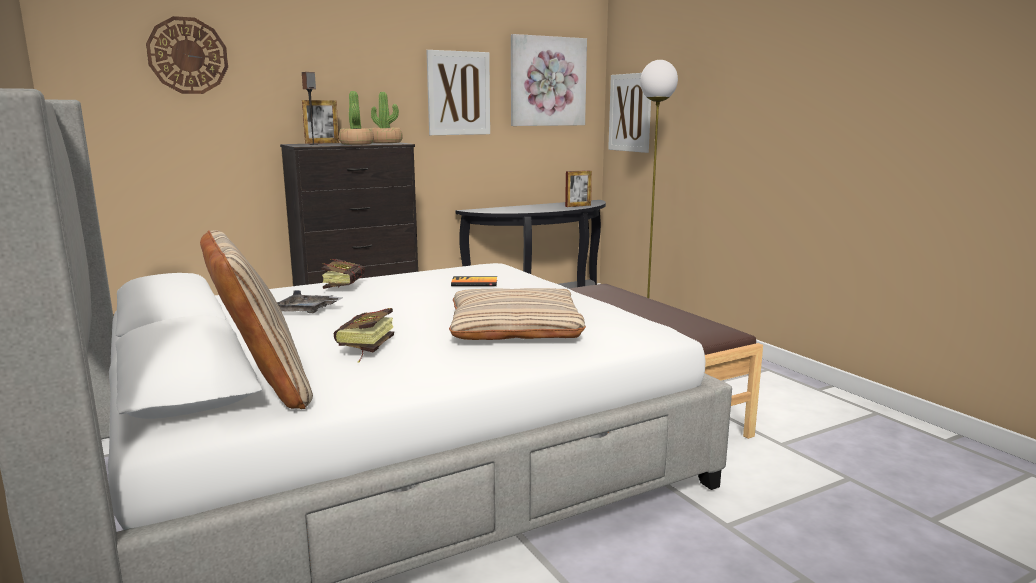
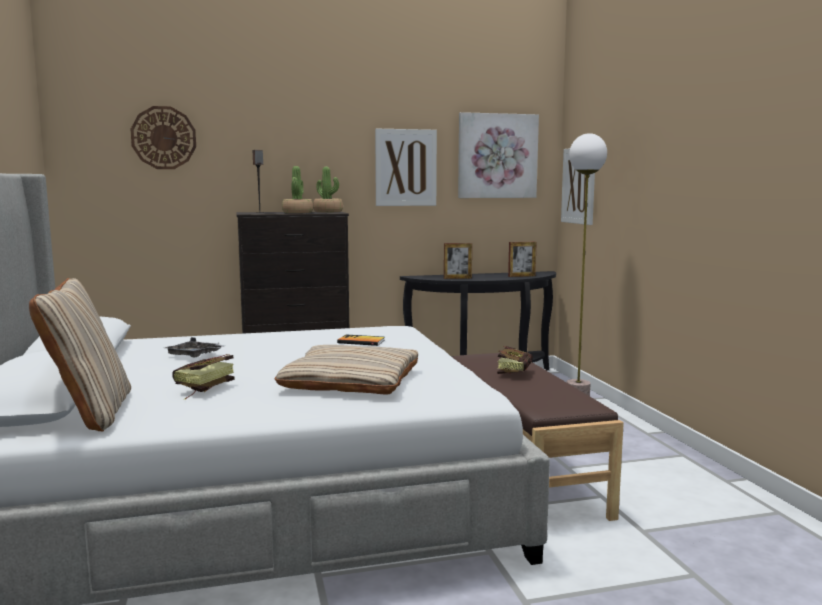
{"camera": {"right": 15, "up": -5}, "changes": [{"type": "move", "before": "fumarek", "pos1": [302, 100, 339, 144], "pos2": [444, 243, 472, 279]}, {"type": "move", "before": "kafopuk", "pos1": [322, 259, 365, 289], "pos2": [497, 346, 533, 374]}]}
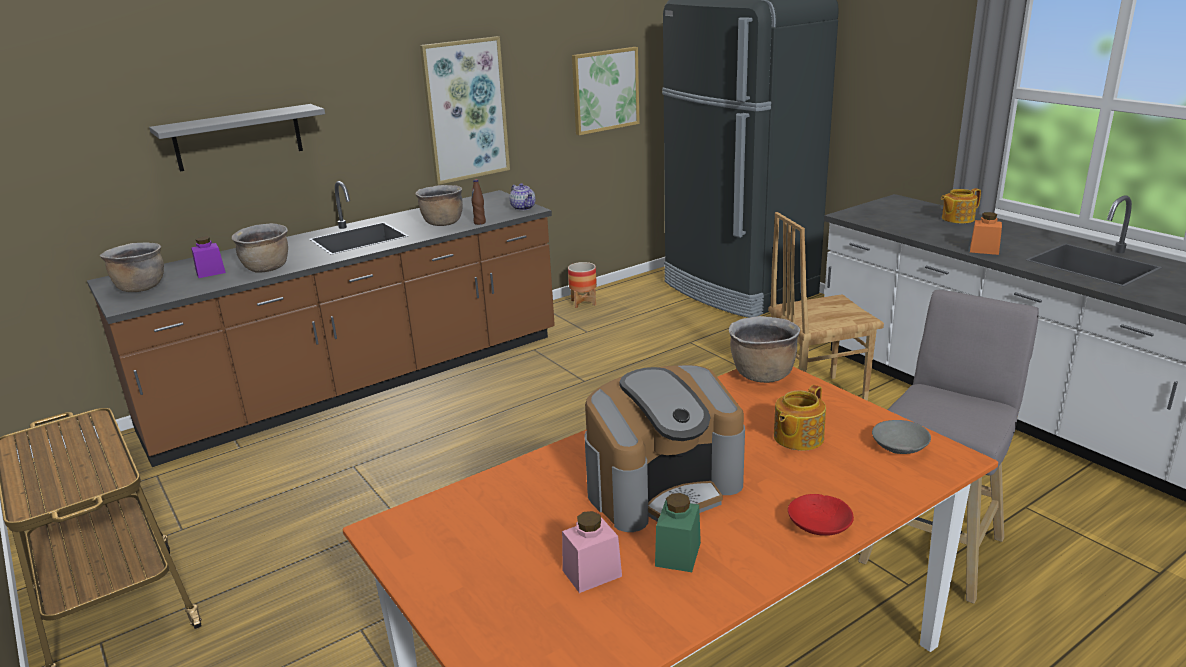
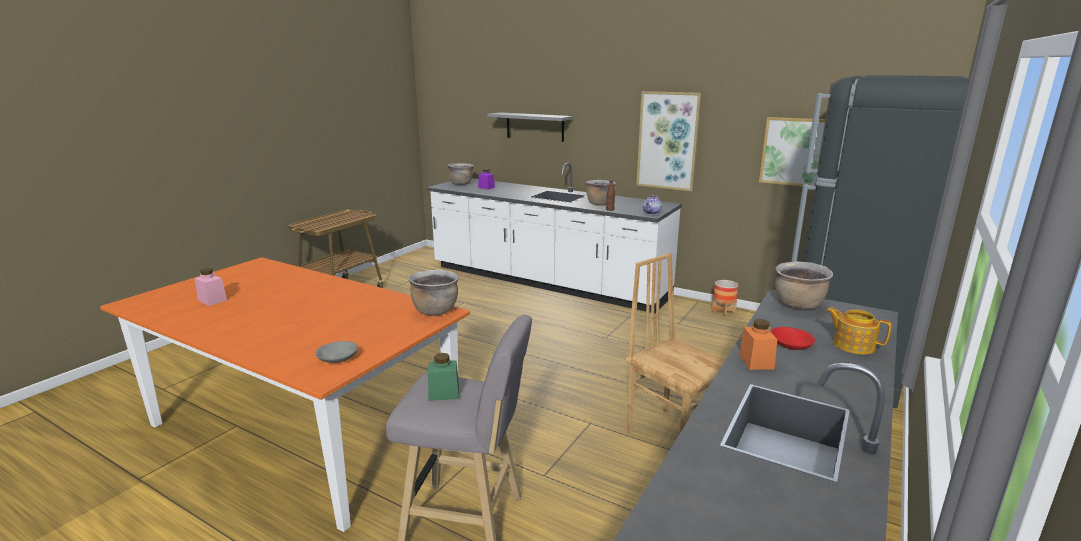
{"camera": {"right": 65, "up": -5}, "changes": [{"type": "recolor", "before": "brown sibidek", "after": "white sibidek", "pos1": [87, 181, 555, 467], "pos2": [427, 163, 682, 313]}, {"type": "move", "before": "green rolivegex", "pos1": [655, 493, 701, 572], "pos2": [428, 353, 459, 401]}, {"type": "move", "before": "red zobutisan", "pos1": [788, 494, 854, 536], "pos2": [771, 327, 816, 350]}, {"type": "move", "before": "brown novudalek", "pos1": [232, 223, 288, 273], "pos2": [775, 261, 833, 310]}, {"type": "delete", "before": "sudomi", "pos1": [584, 365, 745, 532]}, {"type": "delete", "before": "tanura", "pos1": [774, 385, 826, 451]}]}
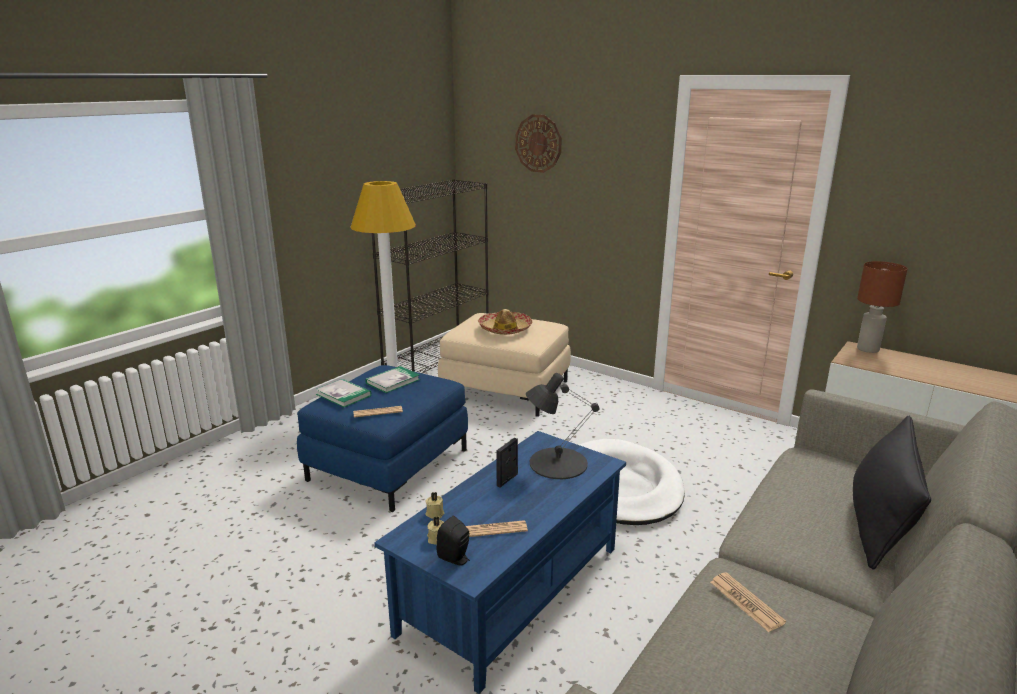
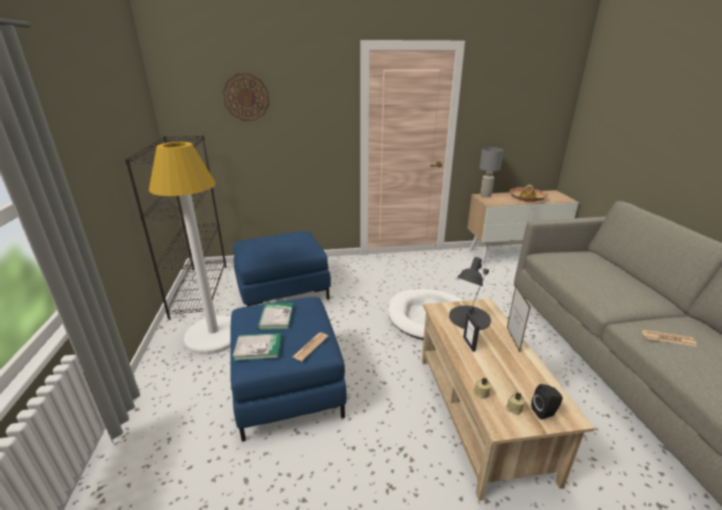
{"camera": {"right": -45, "up": 5}, "changes": [{"type": "recolor", "before": "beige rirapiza", "after": "blue rirapiza", "pos1": [438, 313, 571, 417], "pos2": [233, 231, 331, 306]}, {"type": "recolor", "before": "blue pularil", "after": "beige pularil", "pos1": [374, 431, 626, 694], "pos2": [422, 299, 595, 501]}, {"type": "recolor", "before": "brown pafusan", "after": "grey pafusan", "pos1": [857, 261, 908, 353], "pos2": [479, 147, 504, 197]}, {"type": "insert", "after": "fumarek", "pos2": [507, 285, 531, 352]}, {"type": "move", "before": "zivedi", "pos1": [478, 309, 532, 335], "pos2": [509, 185, 548, 202]}, {"type": "delete", "before": "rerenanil", "pos1": [466, 520, 528, 537]}, {"type": "delete", "before": "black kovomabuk", "pos1": [853, 416, 931, 570]}]}
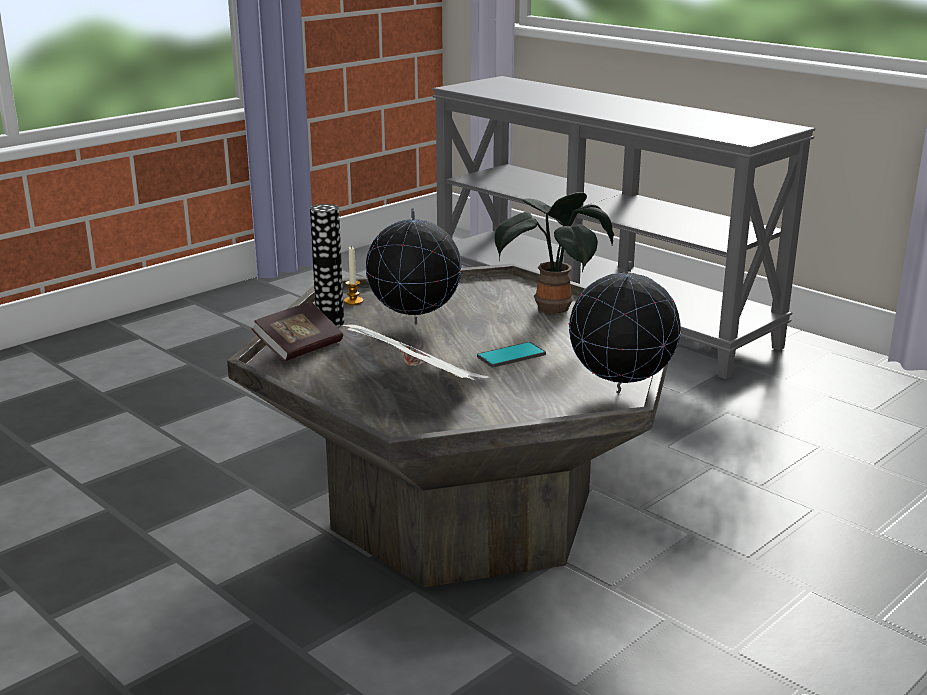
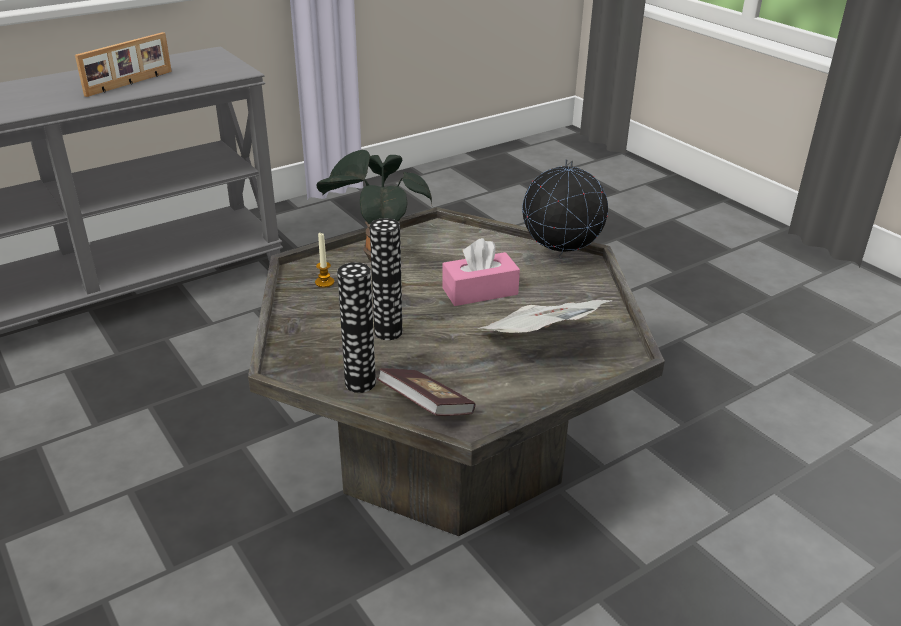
{"camera": {"right": -80, "up": 10}, "changes": [{"type": "insert", "after": "fumarek", "pos2": [75, 32, 172, 97]}, {"type": "move", "before": "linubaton", "pos1": [344, 246, 363, 305], "pos2": [315, 233, 334, 288]}, {"type": "replace", "before": "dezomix", "after": "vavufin", "pos1": [366, 208, 462, 324], "pos2": [370, 218, 403, 340]}, {"type": "replace", "before": "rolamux", "after": "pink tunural", "pos1": [477, 342, 546, 368], "pos2": [442, 238, 520, 306]}]}
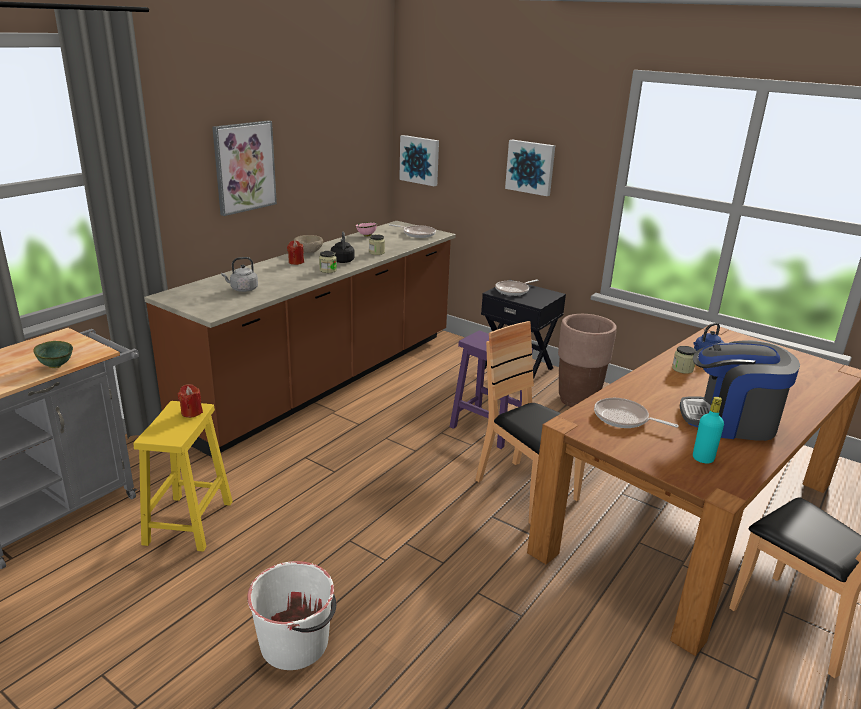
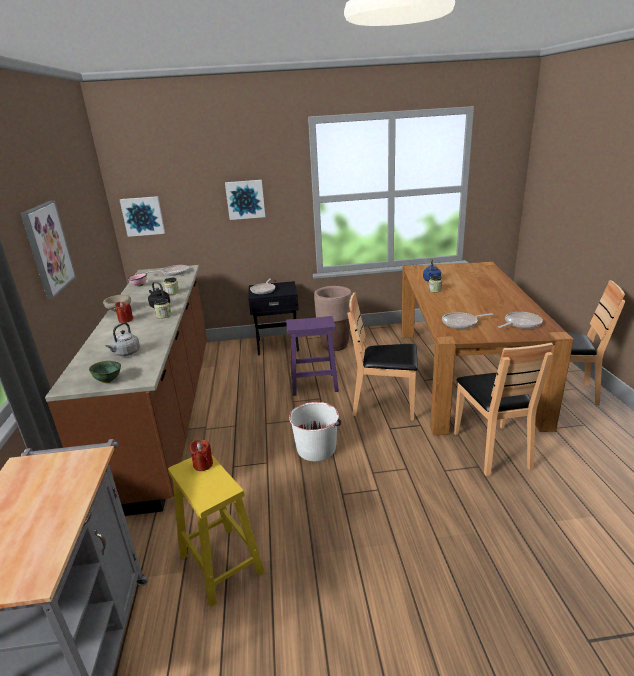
{"camera": {"right": -40, "up": 0}, "changes": [{"type": "move", "before": "green zobutisan", "pos1": [33, 341, 73, 368], "pos2": [89, 361, 121, 383]}, {"type": "move", "before": "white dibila", "pos1": [247, 561, 336, 670], "pos2": [289, 402, 341, 461]}, {"type": "insert", "after": "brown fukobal", "pos2": [454, 343, 553, 476]}, {"type": "replace", "before": "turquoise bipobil", "after": "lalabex", "pos1": [693, 397, 724, 463], "pos2": [498, 312, 543, 329]}, {"type": "delete", "before": "sudomi", "pos1": [680, 340, 800, 441]}]}
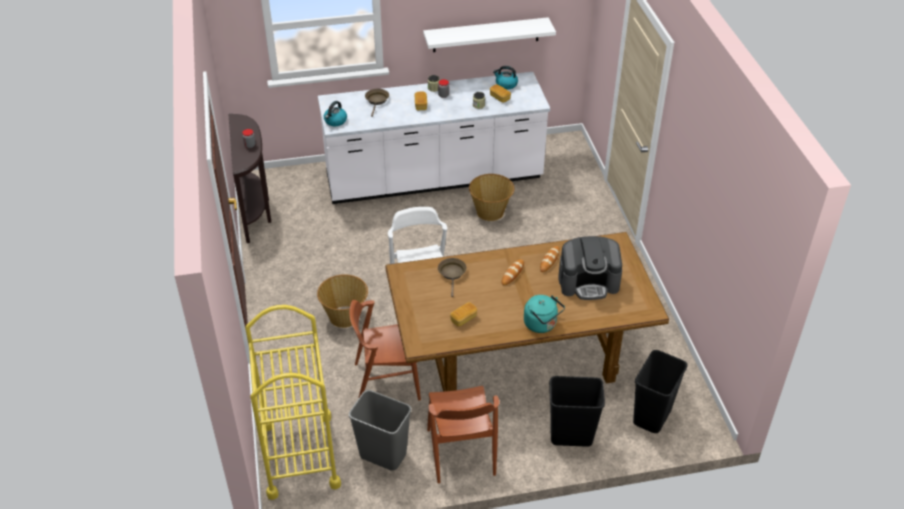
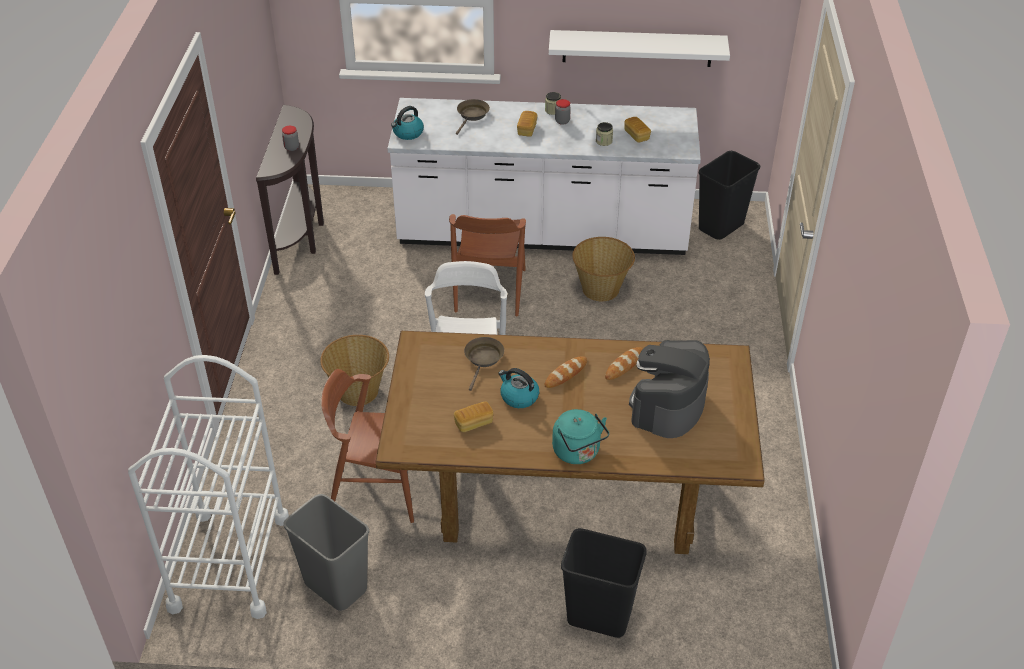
{"camera": {"right": 15, "up": 0}, "changes": [{"type": "recolor", "before": "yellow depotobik", "after": "white depotobik", "pos1": [245, 305, 341, 500], "pos2": [128, 355, 289, 619]}, {"type": "move", "before": "brown fukobal", "pos1": [427, 386, 499, 484], "pos2": [449, 214, 526, 317]}, {"type": "move", "before": "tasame", "pos1": [493, 66, 518, 90], "pos2": [498, 368, 539, 408]}, {"type": "rotate", "before": "sudomi", "pos1": [558, 236, 622, 300], "pos2": [629, 340, 710, 438], "turn": 105}, {"type": "move", "before": "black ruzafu", "pos1": [633, 350, 687, 433], "pos2": [699, 151, 760, 240]}]}
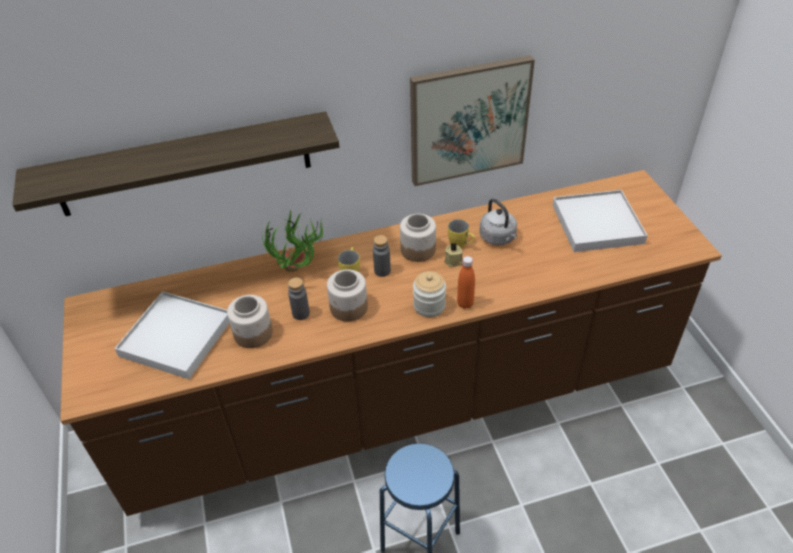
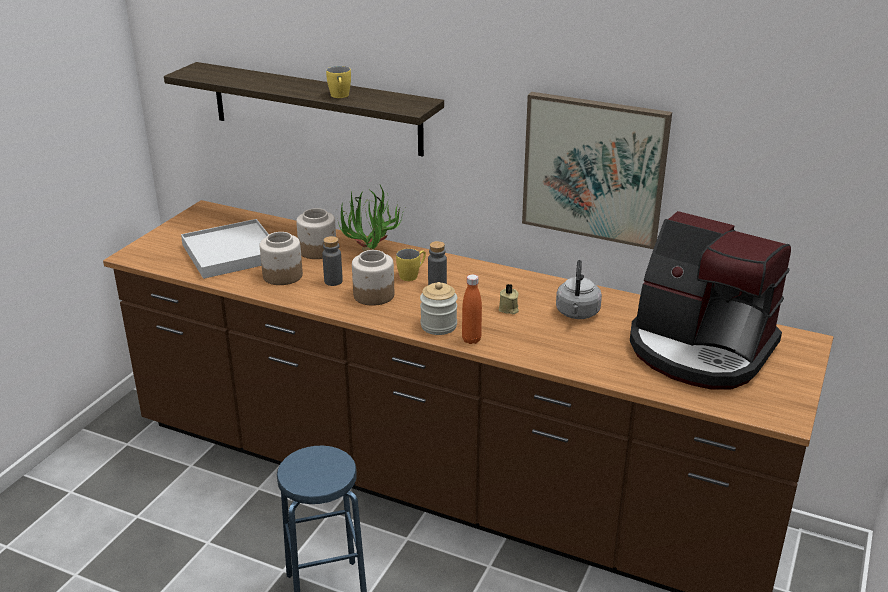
{"camera": {"right": 40, "up": -15}, "changes": [{"type": "move", "before": "rolivegex", "pos1": [400, 214, 436, 262], "pos2": [296, 208, 336, 259]}, {"type": "move", "before": "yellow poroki", "pos1": [448, 219, 475, 248], "pos2": [326, 66, 351, 98]}, {"type": "replace", "before": "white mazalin", "after": "sudomi", "pos1": [553, 190, 648, 252], "pos2": [630, 211, 791, 390]}]}
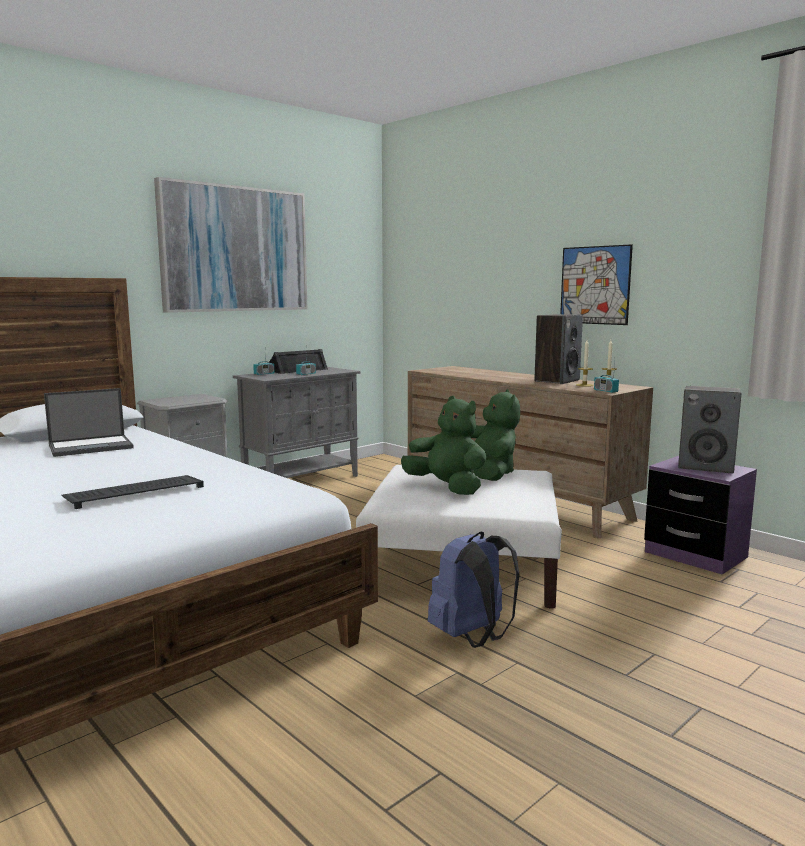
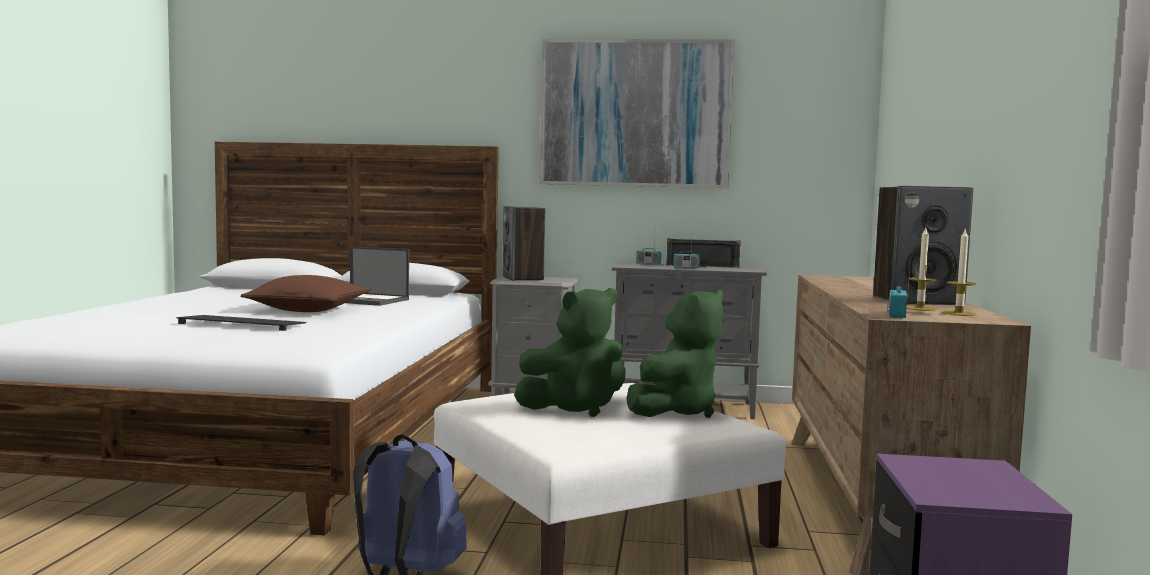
{"camera": {"right": 50, "up": -5}, "changes": [{"type": "insert", "after": "brown kovomabuk", "pos2": [240, 275, 371, 312]}, {"type": "move", "before": "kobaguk", "pos1": [678, 386, 741, 473], "pos2": [503, 206, 545, 281]}, {"type": "rotate", "before": "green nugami", "pos1": [401, 396, 486, 495], "pos2": [514, 288, 625, 417], "turn": 60}, {"type": "delete", "before": "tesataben", "pos1": [560, 244, 633, 325]}]}
